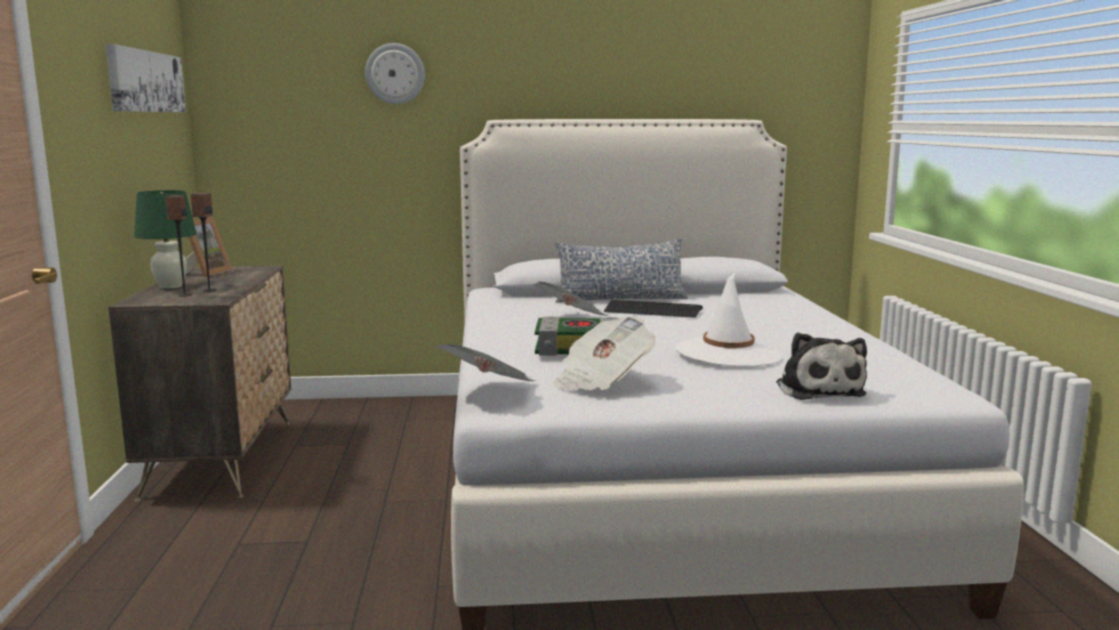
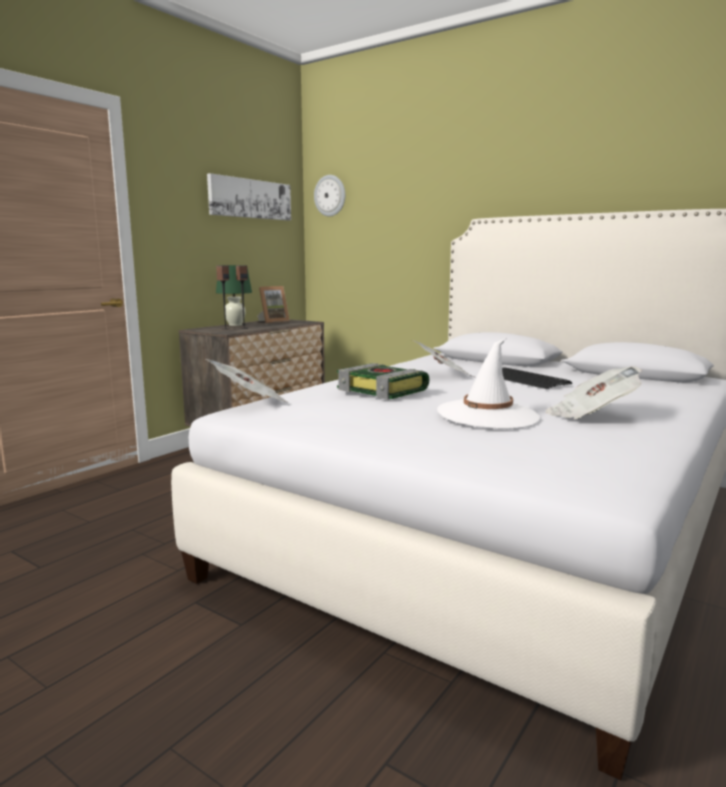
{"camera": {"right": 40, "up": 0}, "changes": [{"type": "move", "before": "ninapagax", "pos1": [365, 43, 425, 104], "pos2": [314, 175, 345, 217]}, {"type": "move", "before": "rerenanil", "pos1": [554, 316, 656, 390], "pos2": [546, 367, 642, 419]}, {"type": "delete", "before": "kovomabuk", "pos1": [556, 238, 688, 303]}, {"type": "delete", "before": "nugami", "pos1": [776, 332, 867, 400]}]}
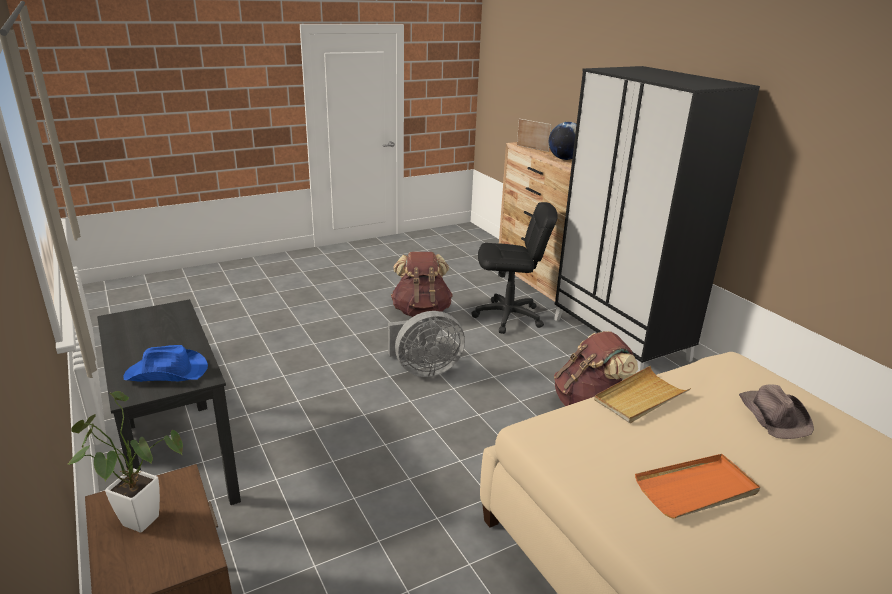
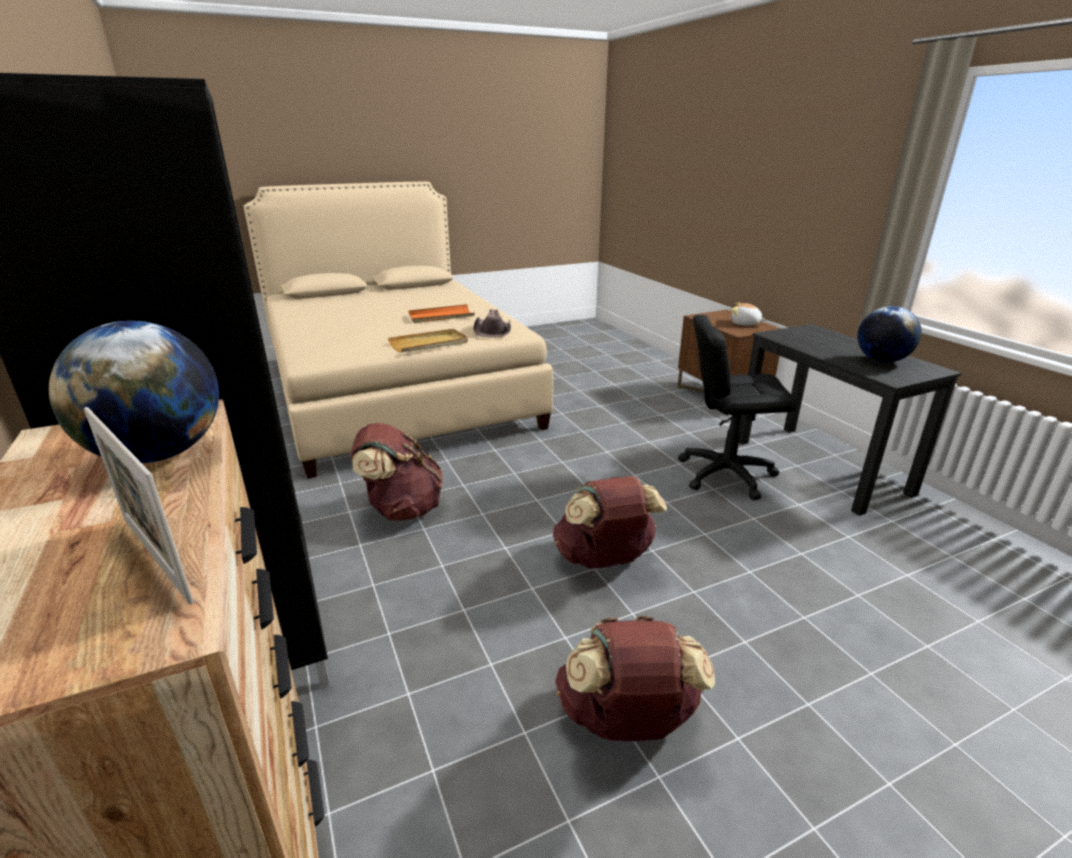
{"camera": {"right": -175, "up": 0}, "changes": [{"type": "move", "before": "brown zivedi", "pos1": [739, 384, 814, 439], "pos2": [473, 309, 511, 337]}, {"type": "replace", "before": "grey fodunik", "after": "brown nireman", "pos1": [388, 311, 465, 377], "pos2": [553, 476, 667, 569]}, {"type": "move", "before": "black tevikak", "pos1": [472, 202, 558, 334], "pos2": [678, 315, 796, 500]}, {"type": "replace", "before": "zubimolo", "after": "nugami", "pos1": [68, 391, 183, 533], "pos2": [731, 302, 766, 326]}, {"type": "insert", "after": "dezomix", "pos2": [857, 306, 922, 362]}, {"type": "delete", "before": "blue zivedi", "pos1": [123, 345, 208, 382]}]}
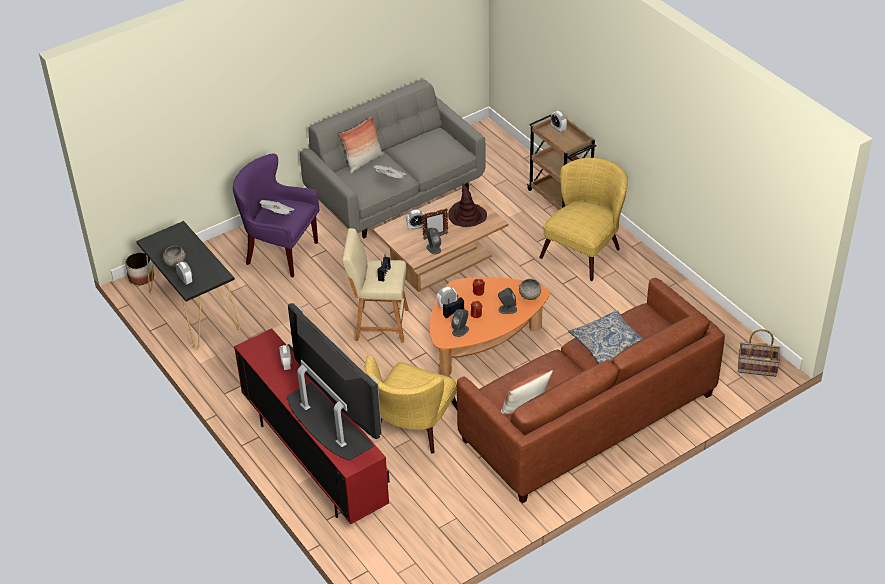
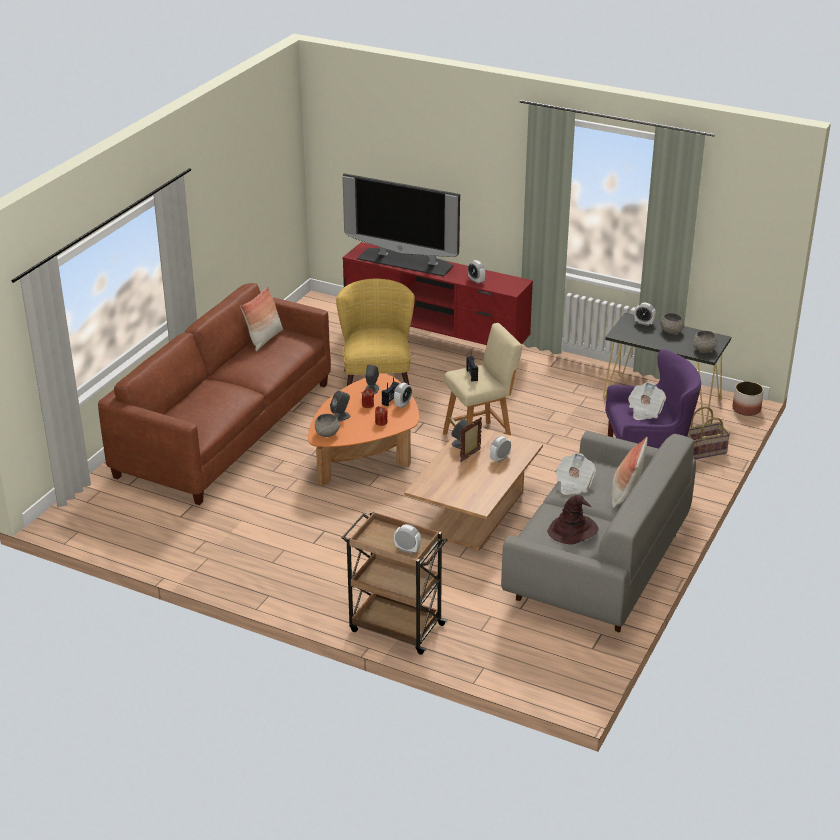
{"camera": {"right": 150, "up": -10}, "changes": [{"type": "move", "before": "brown zivedi", "pos1": [448, 183, 487, 227], "pos2": [548, 495, 599, 544]}, {"type": "move", "before": "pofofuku", "pos1": [738, 329, 780, 377], "pos2": [687, 407, 730, 460]}, {"type": "insert", "after": "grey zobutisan", "pos2": [694, 330, 718, 352]}, {"type": "delete", "before": "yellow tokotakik", "pos1": [539, 158, 628, 281]}, {"type": "delete", "before": "kovomabuk", "pos1": [568, 310, 643, 363]}]}
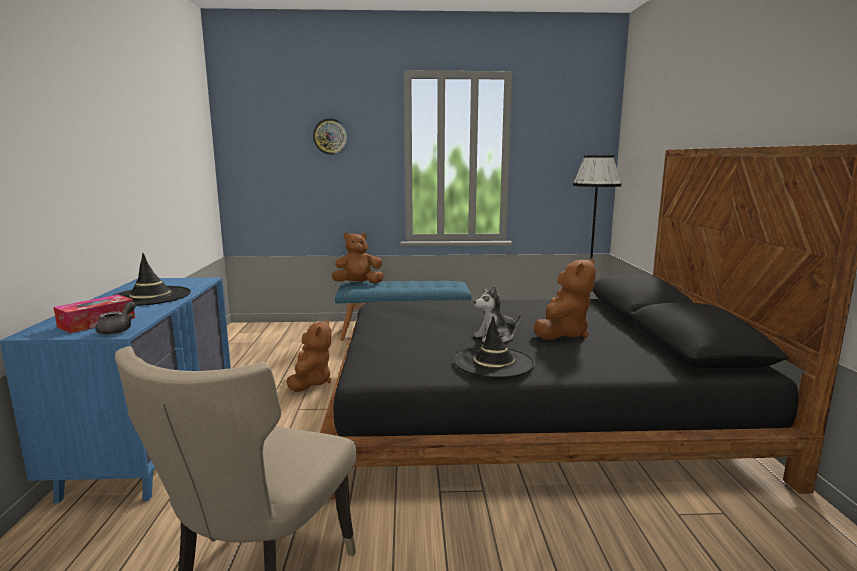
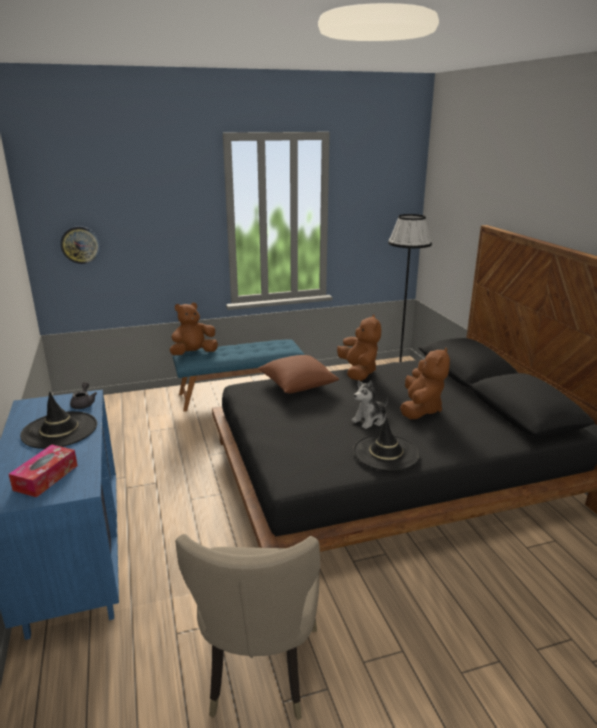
{"camera": {"right": -15, "up": 10}, "changes": [{"type": "move", "before": "ninapagax", "pos1": [313, 118, 349, 155], "pos2": [60, 226, 100, 264]}, {"type": "move", "before": "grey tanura", "pos1": [96, 301, 136, 335], "pos2": [70, 382, 97, 409]}, {"type": "insert", "after": "brown kovomabuk", "pos2": [257, 355, 339, 394]}, {"type": "move", "before": "brown nugami", "pos1": [287, 319, 331, 392], "pos2": [337, 314, 381, 381]}]}
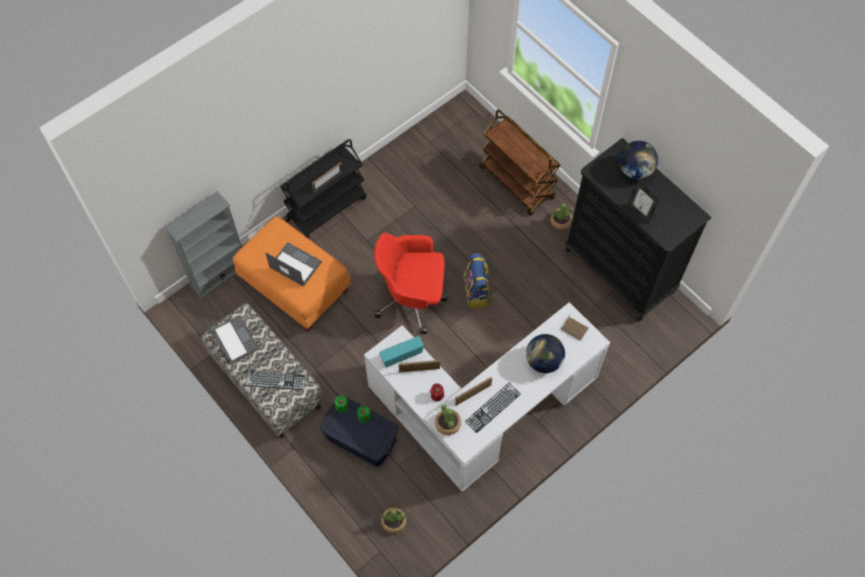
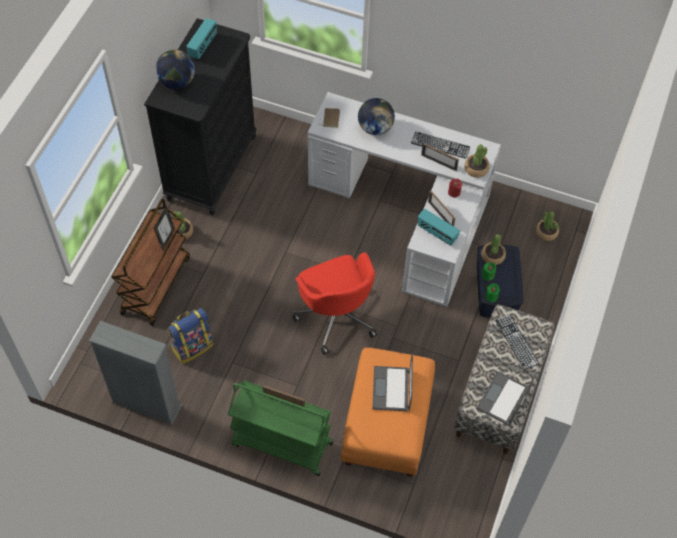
{"camera": {"right": -120, "up": -5}, "changes": [{"type": "move", "before": "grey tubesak", "pos1": [165, 191, 242, 298], "pos2": [89, 321, 182, 425]}, {"type": "move", "before": "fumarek", "pos1": [628, 181, 659, 223], "pos2": [154, 206, 175, 250]}, {"type": "move", "before": "nireman", "pos1": [463, 253, 492, 308], "pos2": [167, 308, 214, 364]}, {"type": "insert", "after": "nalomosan", "pos2": [186, 18, 217, 60]}, {"type": "recolor", "before": "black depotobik", "after": "green depotobik", "pos1": [280, 139, 367, 239], "pos2": [228, 381, 333, 476]}, {"type": "insert", "after": "zubimolo", "pos2": [481, 235, 506, 265]}]}
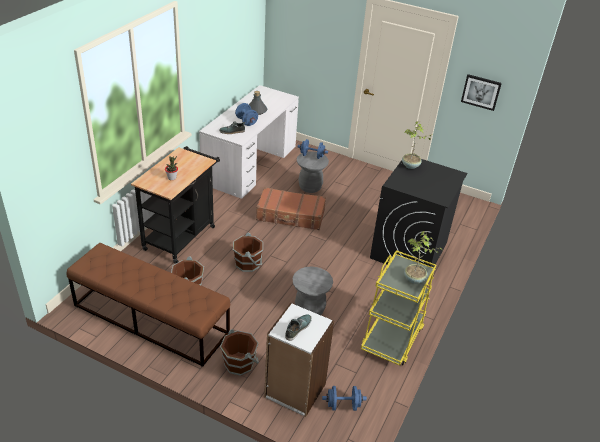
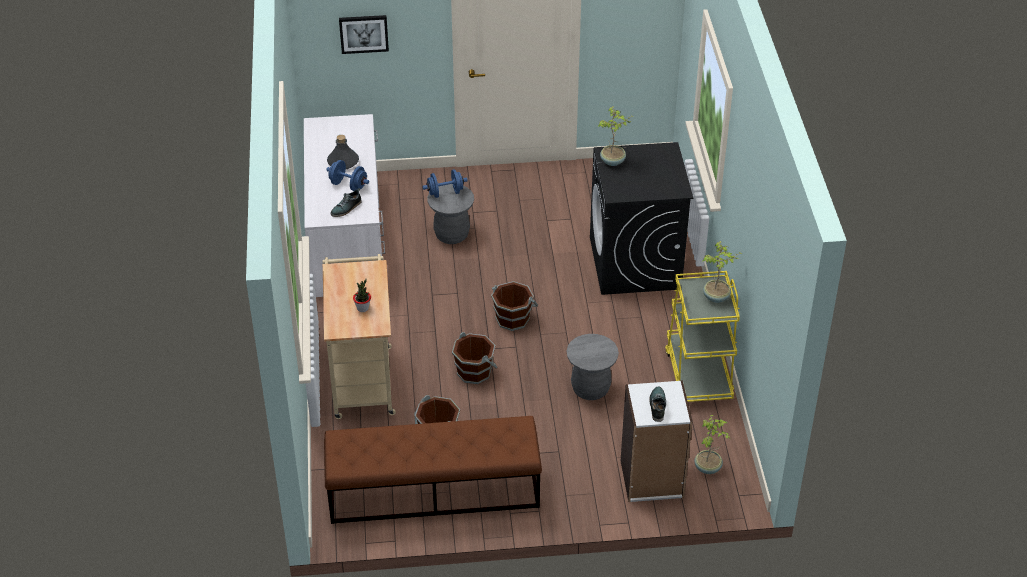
{"camera": {"right": -30, "up": 5}, "changes": [{"type": "recolor", "before": "black depotobik", "after": "beige depotobik", "pos1": [131, 146, 220, 264], "pos2": [323, 254, 396, 419]}, {"type": "move", "before": "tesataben", "pos1": [461, 74, 502, 111], "pos2": [339, 15, 389, 54]}, {"type": "move", "before": "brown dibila", "pos1": [220, 329, 259, 376], "pos2": [491, 281, 538, 331]}, {"type": "replace", "before": "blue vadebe", "after": "zubimolo", "pos1": [322, 386, 367, 411], "pos2": [694, 415, 730, 474]}, {"type": "delete", "before": "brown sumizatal", "pos1": [256, 187, 326, 230]}]}
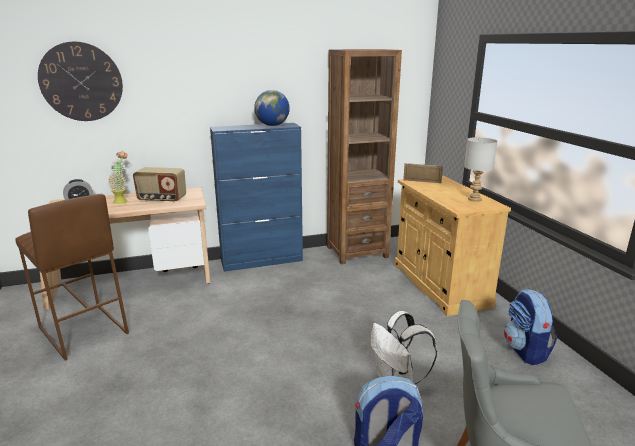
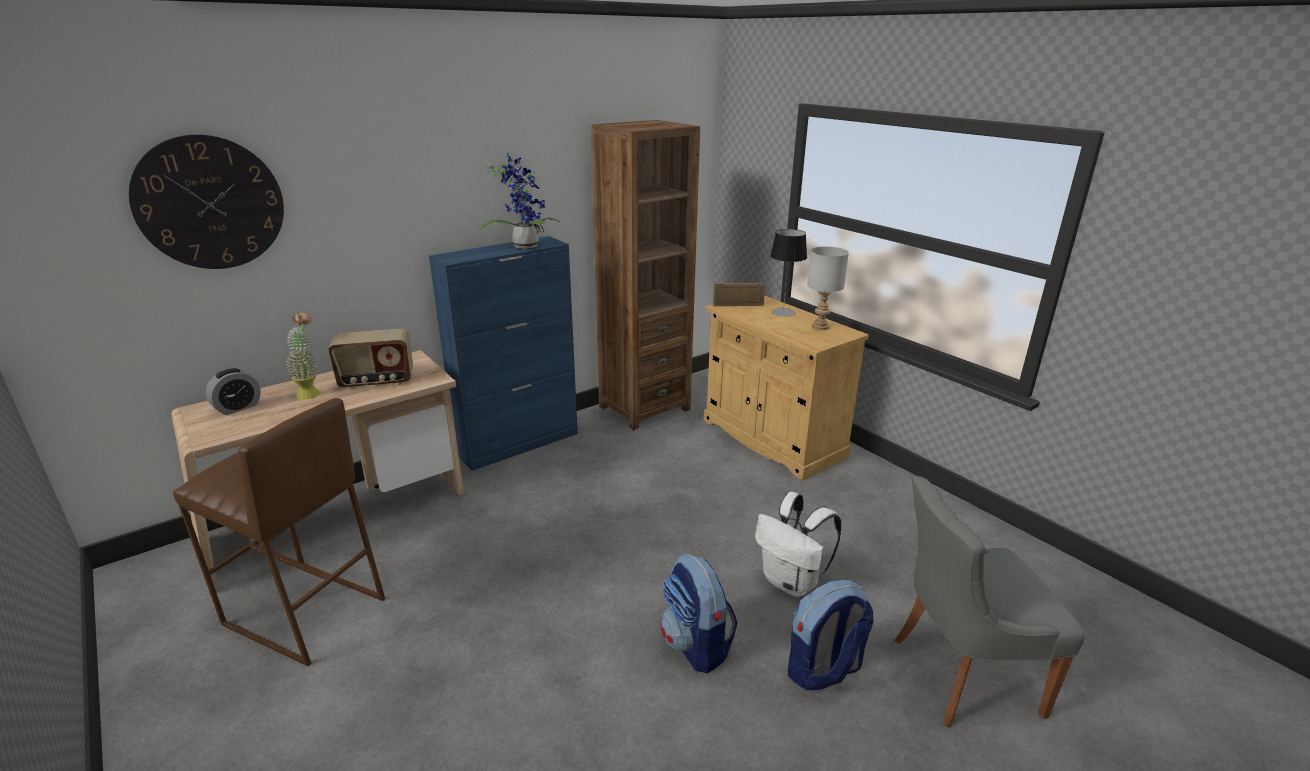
{"camera": {"right": -20, "up": 5}, "changes": [{"type": "replace", "before": "dezomix", "after": "zubimolo", "pos1": [254, 90, 290, 126], "pos2": [481, 153, 561, 249]}, {"type": "move", "before": "nireman", "pos1": [504, 289, 557, 365], "pos2": [661, 553, 738, 673]}, {"type": "insert", "after": "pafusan", "pos2": [770, 229, 807, 316]}]}
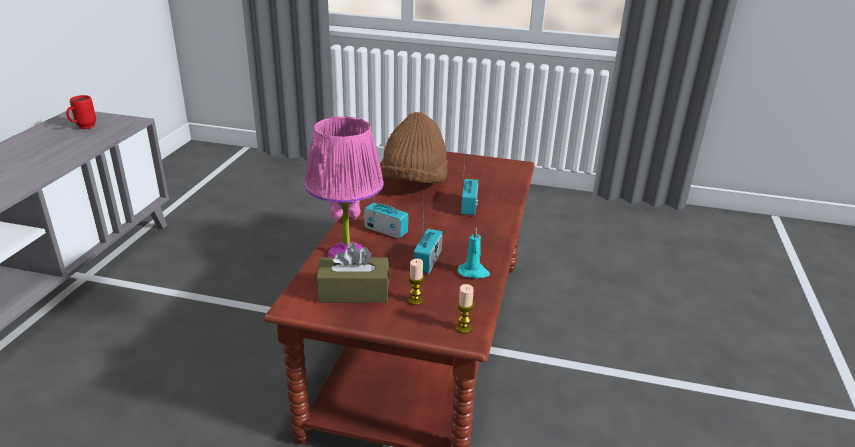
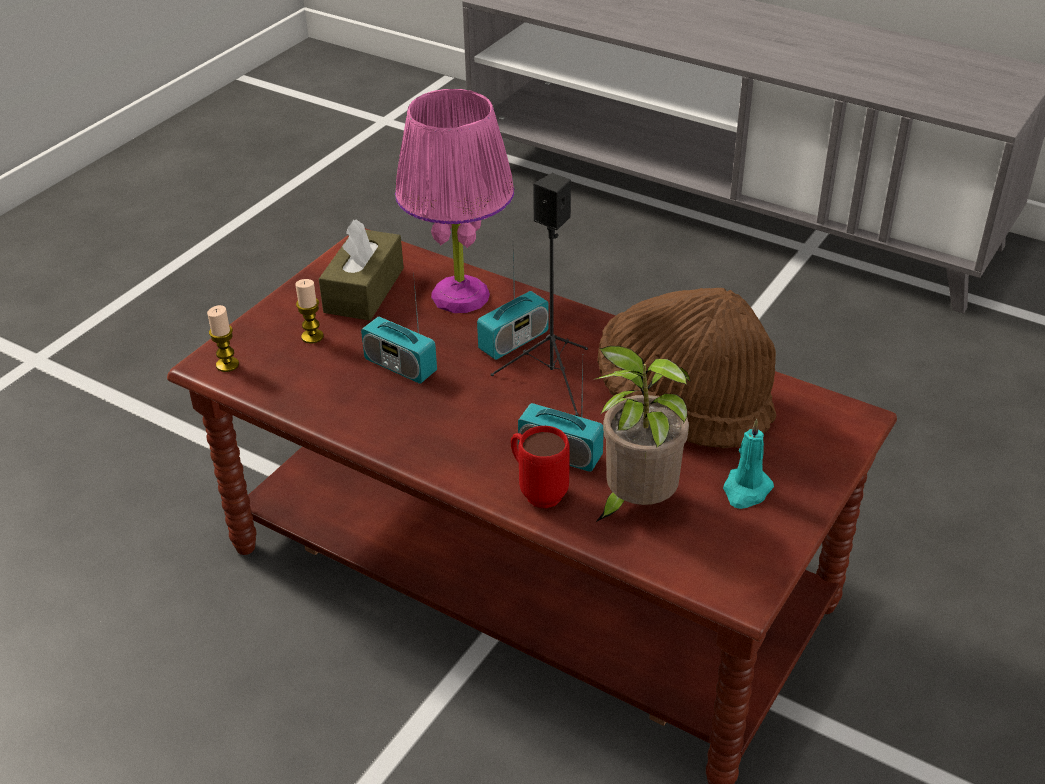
{"camera": {"right": 110, "up": 10}, "changes": [{"type": "insert", "after": "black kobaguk", "pos2": [491, 173, 588, 416]}, {"type": "move", "before": "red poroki", "pos1": [66, 95, 96, 129], "pos2": [511, 426, 570, 508]}, {"type": "insert", "after": "zubimolo", "pos2": [593, 346, 691, 522]}, {"type": "move", "before": "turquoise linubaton", "pos1": [458, 228, 490, 279], "pos2": [723, 419, 774, 509]}]}
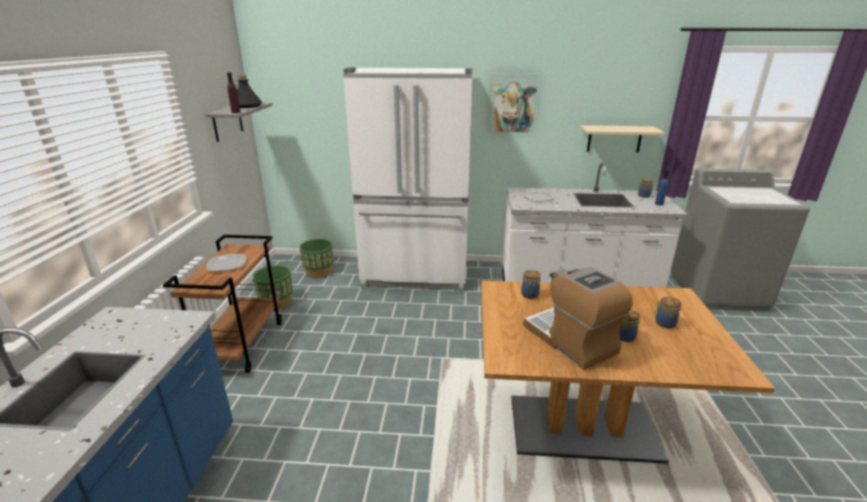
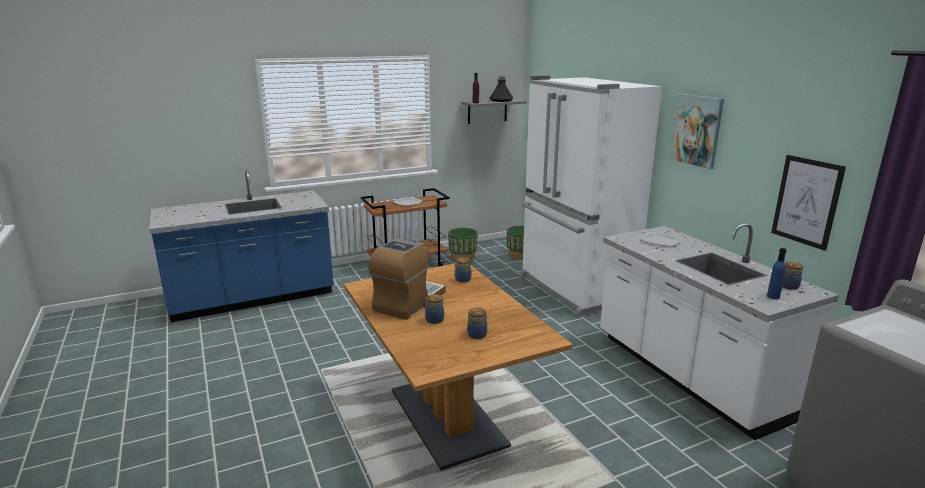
{"camera": {"right": 60, "up": -5}, "changes": [{"type": "replace", "before": "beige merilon", "after": "tesataben", "pos1": [580, 125, 665, 153], "pos2": [771, 155, 846, 251]}]}
